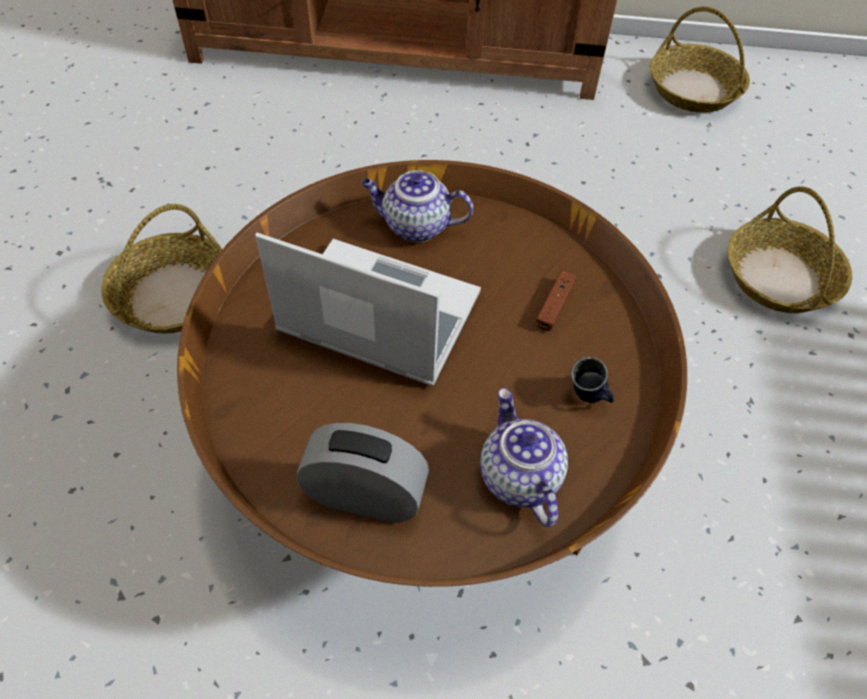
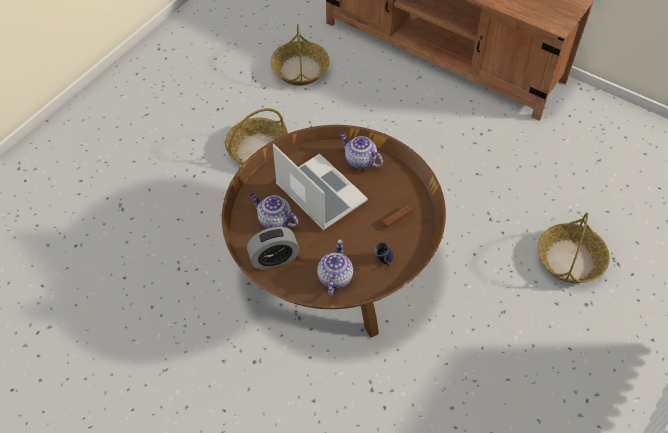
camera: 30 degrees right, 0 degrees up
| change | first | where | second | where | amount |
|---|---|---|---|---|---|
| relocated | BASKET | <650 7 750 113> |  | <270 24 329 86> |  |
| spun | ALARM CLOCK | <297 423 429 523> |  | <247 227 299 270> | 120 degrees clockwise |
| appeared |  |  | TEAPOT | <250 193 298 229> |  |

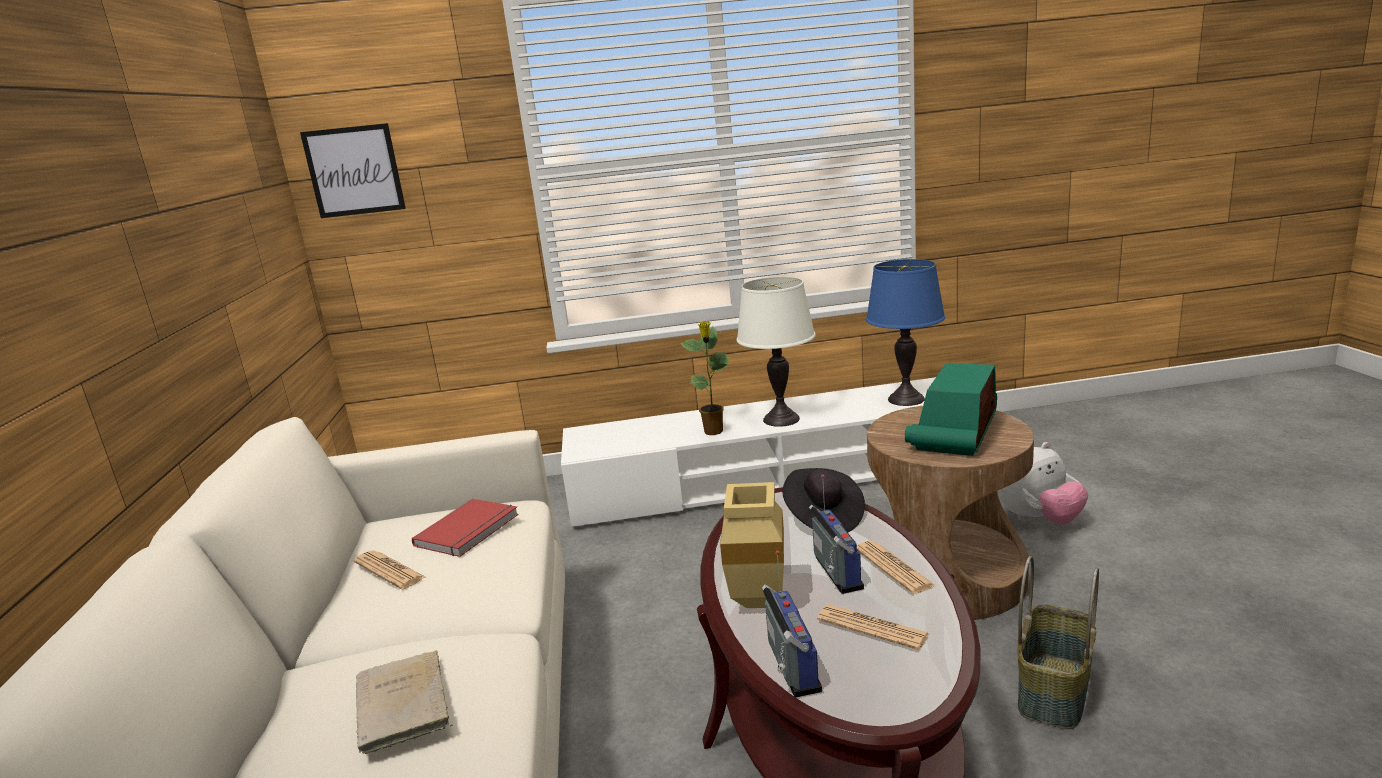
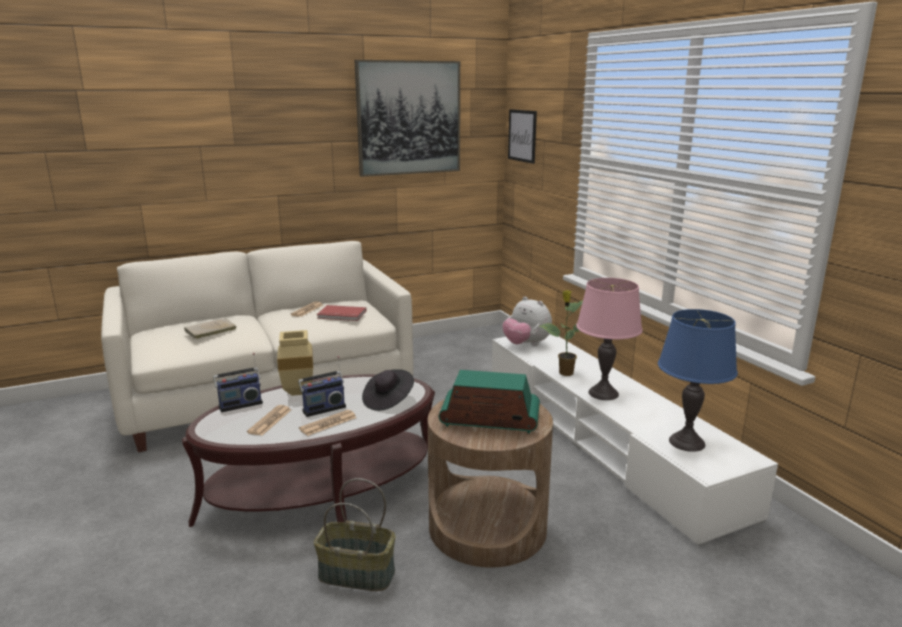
camera: 70 degrees right, 0 degrees up
| change | first | where | second | where | amount |
|---|---|---|---|---|---|
| colour | WHITE TABLE LAMP | <737 277 816 427> | PINK TABLE LAMP | <576 278 643 400> |  |
| relocated | PLUSH TOY | <998 442 1088 525> |  | <503 296 552 346> |  |
| appeared |  |  | PICTURE | <355 60 460 177> |  |

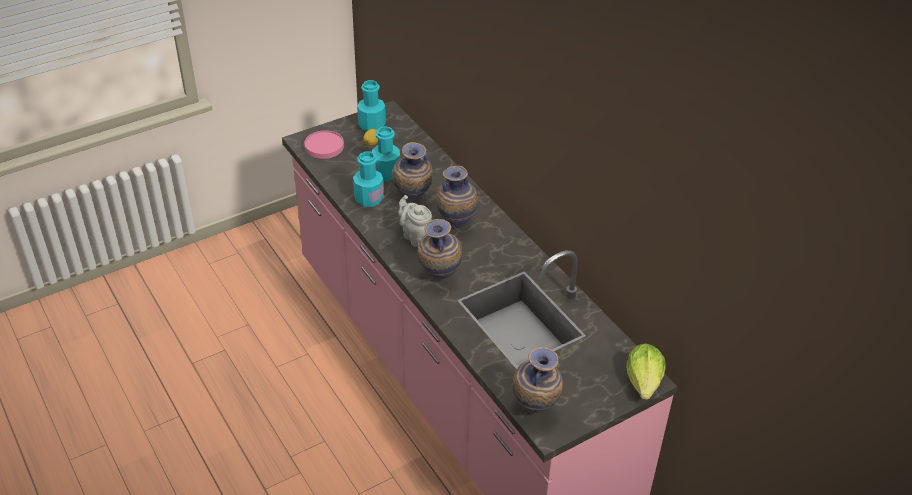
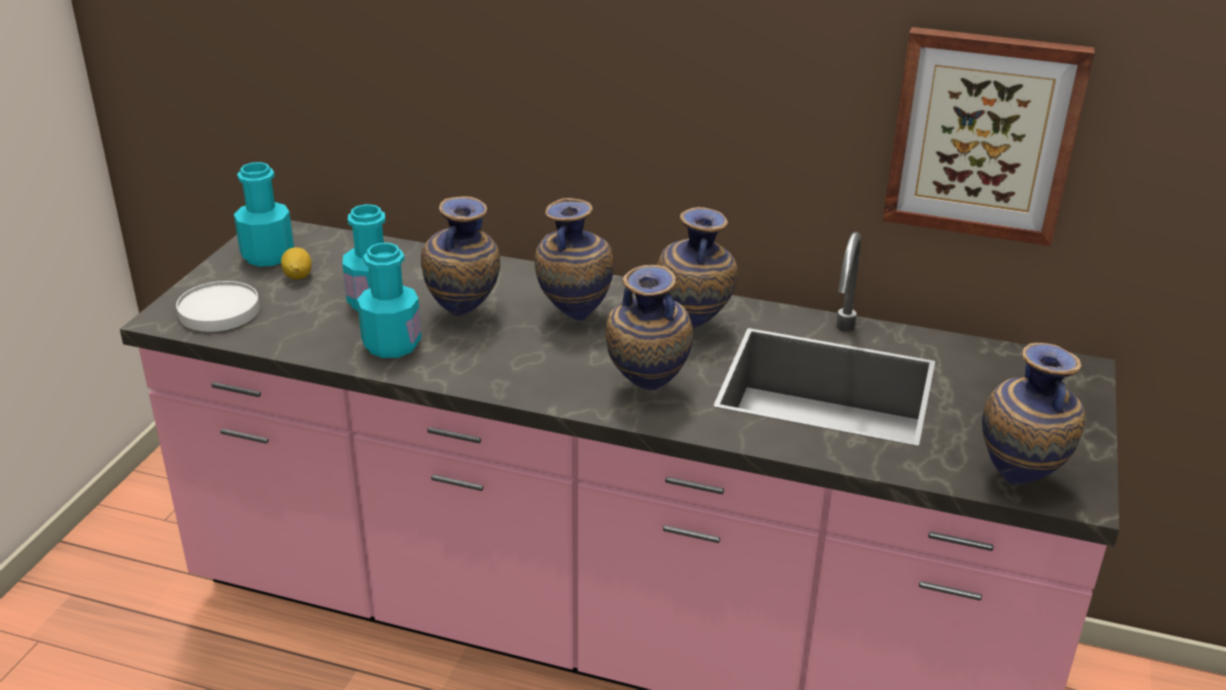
camera: 40 degrees left, 10 degrees down
| change | first | where | second | where | amount |
|---|---|---|---|---|---|
| colour | PINK PLATE | <304 130 344 159> | WHITE PLATE | <176 281 260 332> |  |
| missing | GREY TEAPOT | <399 195 432 247> |  |  |  |
| missing | LETTUCE | <626 343 666 400> |  |  |  |
| appeared |  |  | PICTURE | <883 27 1095 246> |  |
| appeared |  |  | VASE | <657 207 738 328> |  |

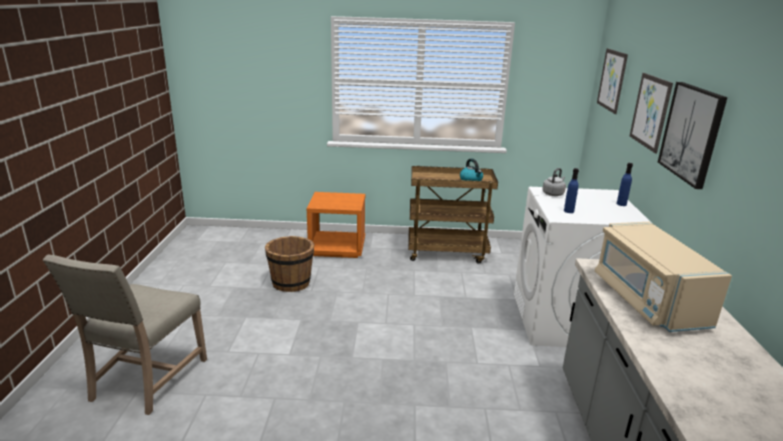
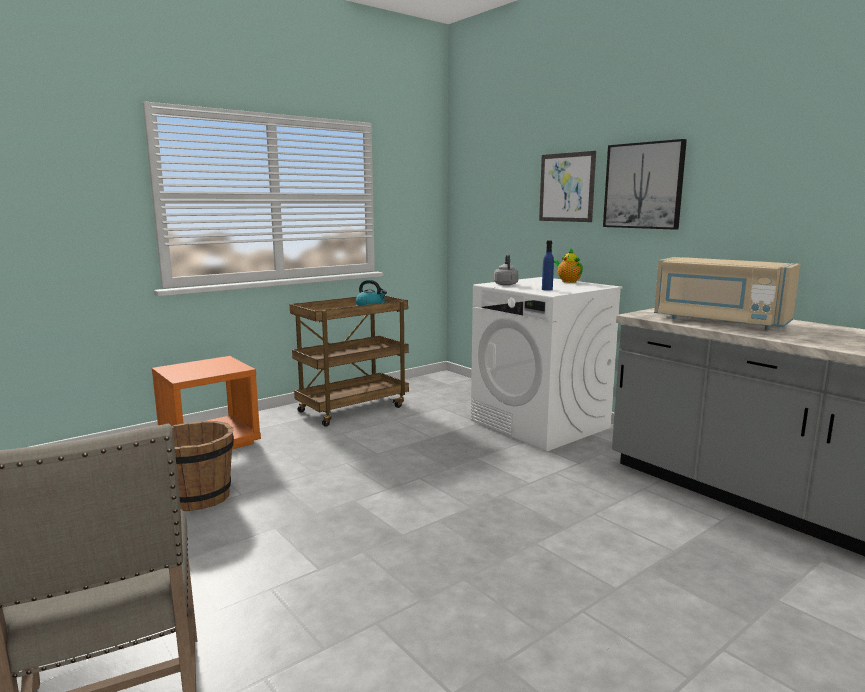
camera: 40 degrees left, 10 degrees down
| change | first | where | second | where | amount |
|---|---|---|---|---|---|
| missing | PICTURE | <597 48 628 114> |  |  |  |
| exchanged | BLUE BOTTLE | <617 163 633 206> | TEAPOT | <554 249 583 283> |  |

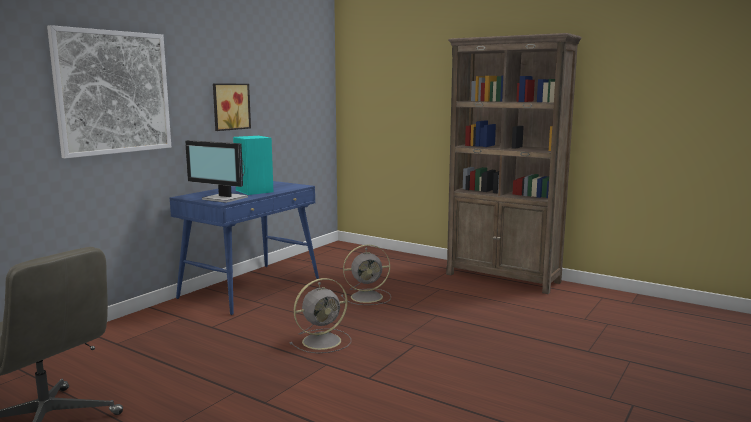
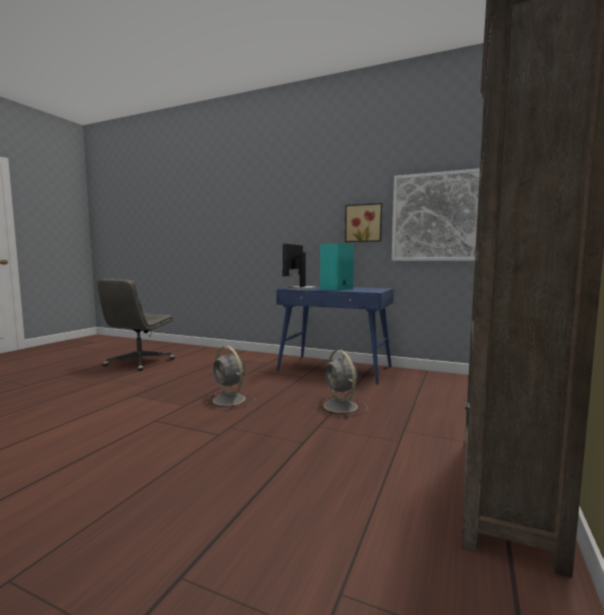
camera: 80 degrees right, 5 degrees down
| change | first | where | second | where | amount |
|---|---|---|---|---|---|
| relocated | PICTURE | <47 25 171 158> |  | <392 168 480 261> |  |

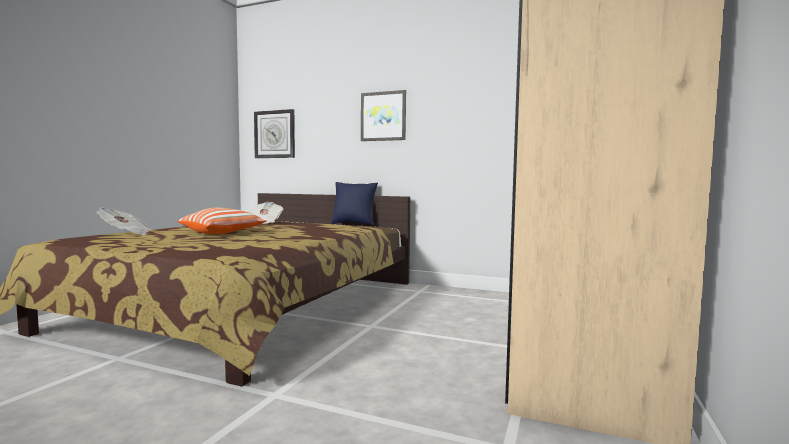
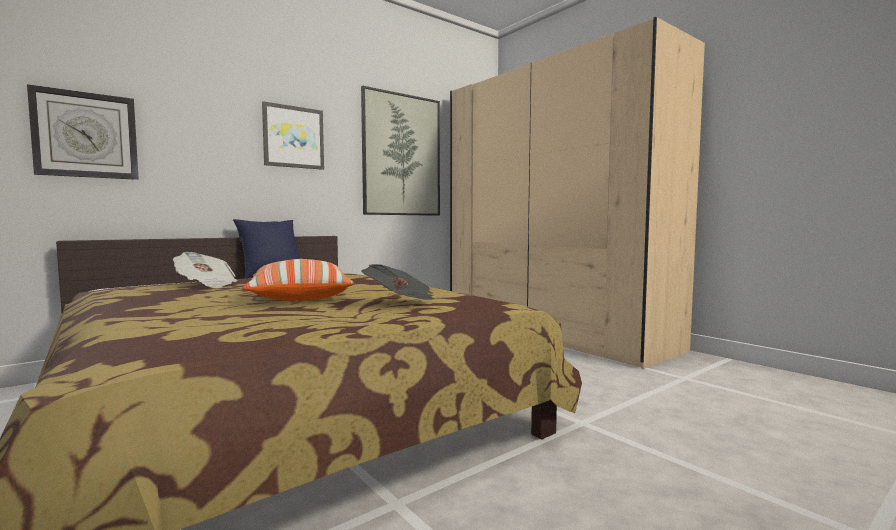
camera: 60 degrees left, 0 degrees up
| change | first | where | second | where | amount |
|---|---|---|---|---|---|
| relocated | NEWSPAPER | <96 207 151 235> |  | <361 264 435 300> |  |
| appeared |  |  | PICTURE | <361 86 440 216> |  |

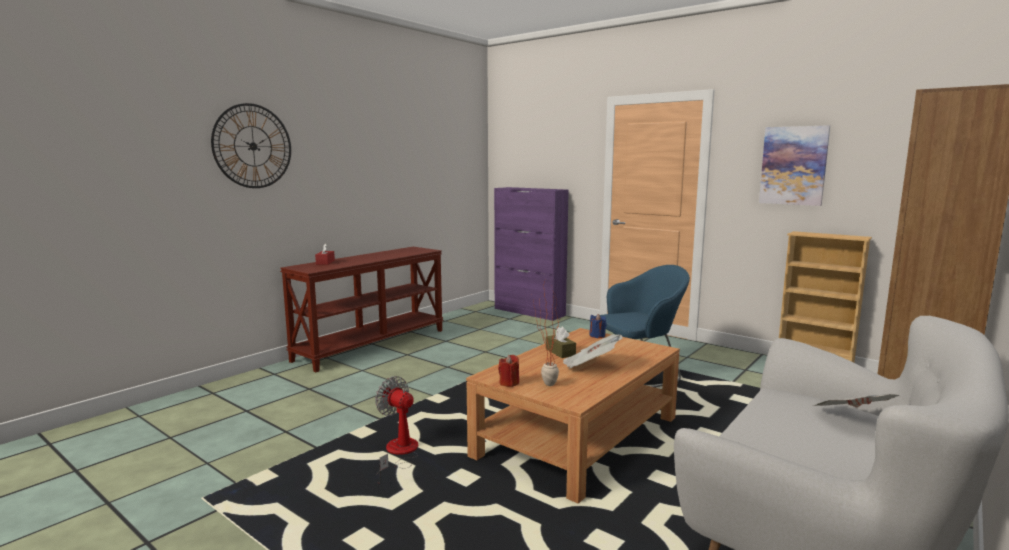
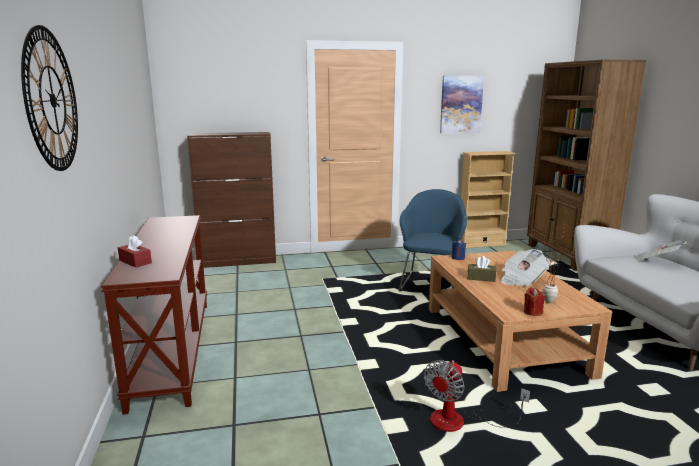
camera: 50 degrees left, 5 degrees up
| change | first | where | second | where | amount |
|---|---|---|---|---|---|
| colour | PURPLE CABINET | <494 187 569 321> | BROWN CABINET | <187 132 276 268> |  |
| spun | FAN | <375 376 418 484> |  | <424 360 530 432> | 45 degrees counterclockwise |

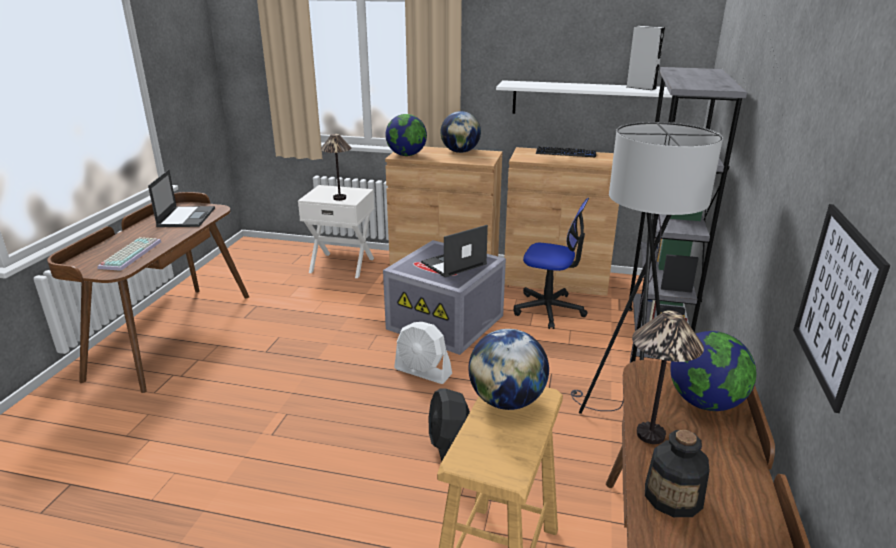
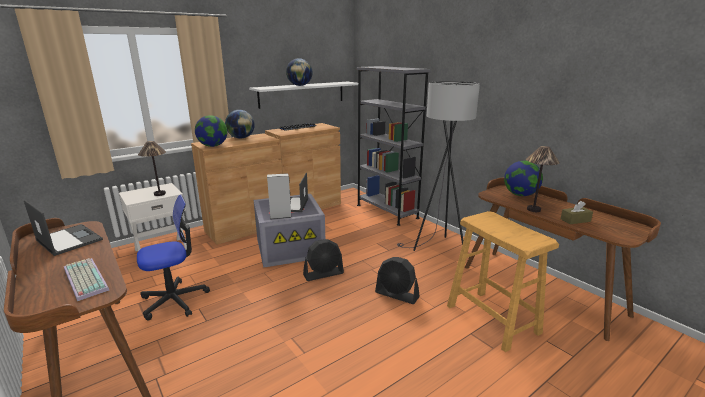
camera: 50 degrees left, 5 degrees down
| change | first | where | second | where | amount |
|---|---|---|---|---|---|
| relocated | GREY SPEAKER | <627 26 665 90> |  | <267 173 291 219> |  |
| relocated | OFFICE CHAIR | <514 198 589 329> |  | <137 194 210 320> |  |
| missing | PICTURE | <793 204 890 413> |  |  |  |
| colour | WHITE FAN | <394 322 452 384> | BLACK FAN | <303 239 344 281> |  |
| relocated | GLOBE | <468 329 549 410> |  | <286 58 313 86> |  |
| exchanged | BOTTLE | <645 430 710 517> | BROWN TISSUE BOX | <561 201 593 224> |  |

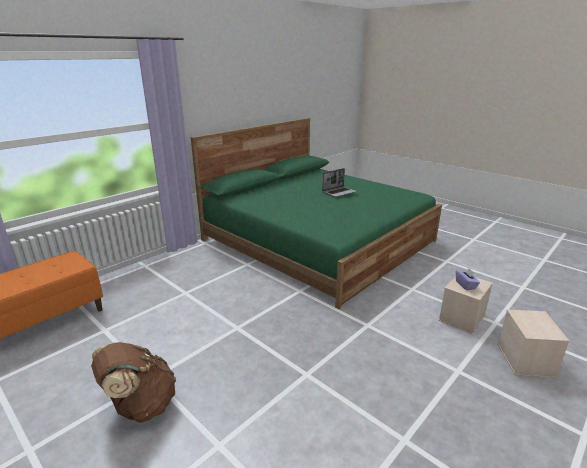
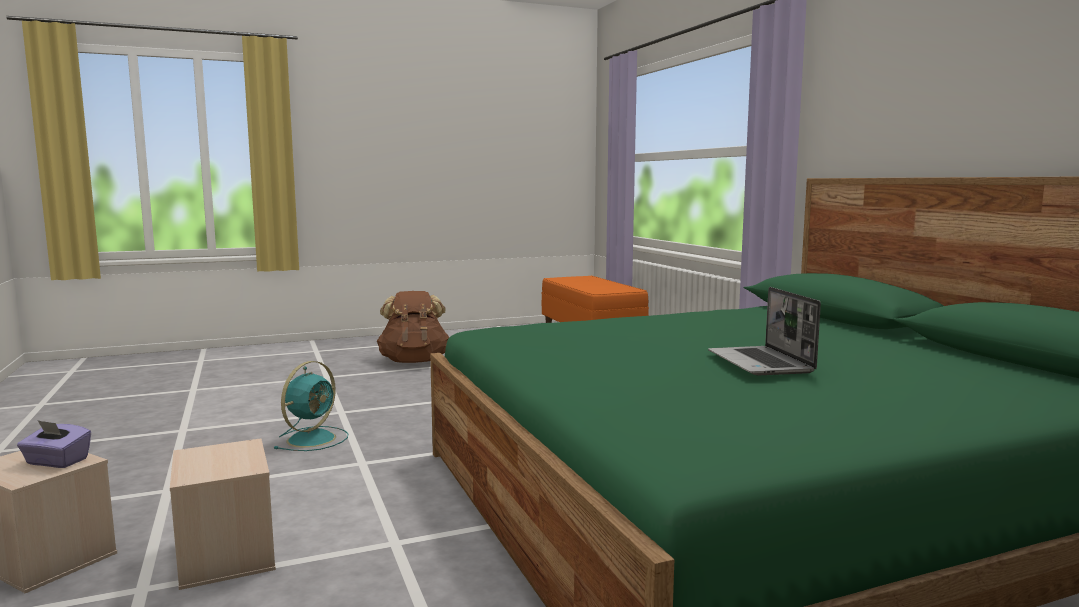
camera: 115 degrees right, 15 degrees down
| change | first | where | second | where | amount |
|---|---|---|---|---|---|
| relocated | PURPLE TISSUE BOX | <456 268 480 290> |  | <17 420 91 468> |  |
| appeared |  |  | TURQUOISE FAN | <273 361 348 451> |  |

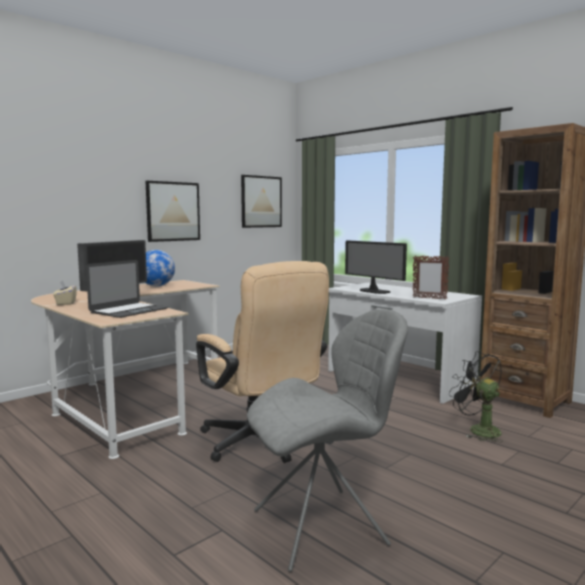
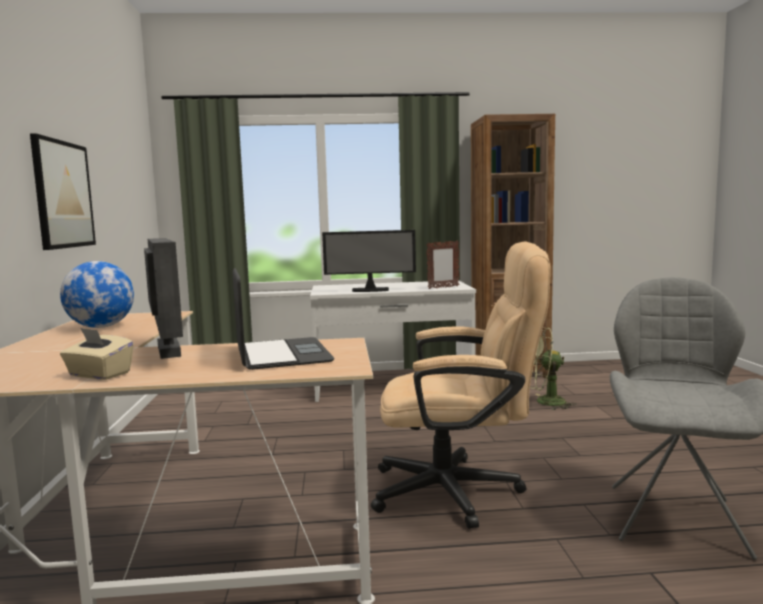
camera: 50 degrees left, 0 degrees up
| change | first | where | second | where | amount |
|---|---|---|---|---|---|
| missing | PICTURE | <241 175 282 228> |  |  |  |
| colour | BLACK FAN | <449 351 503 442> | GREEN FAN | <531 328 577 410> |  |

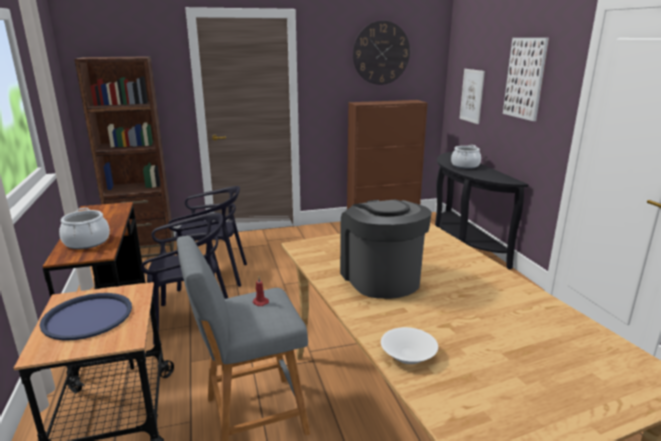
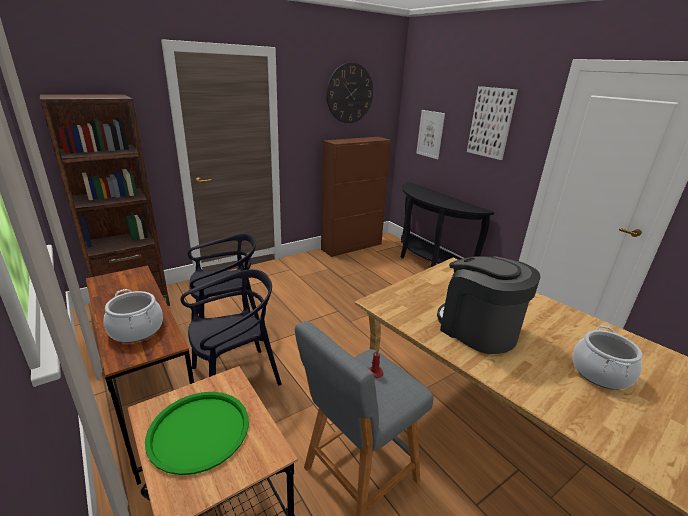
camera: 20 degrees left, 5 degrees up
| change | first | where | second | where | amount |
|---|---|---|---|---|---|
| relocated | COOKING POT | <451 145 481 169> |  | <573 325 642 390> |  |
| colour | BLUE TRAY | <39 293 132 340> | GREEN TRAY | <145 392 249 475> |  |
| missing | WHITE BOWL | <381 327 438 364> |  |  |  |

